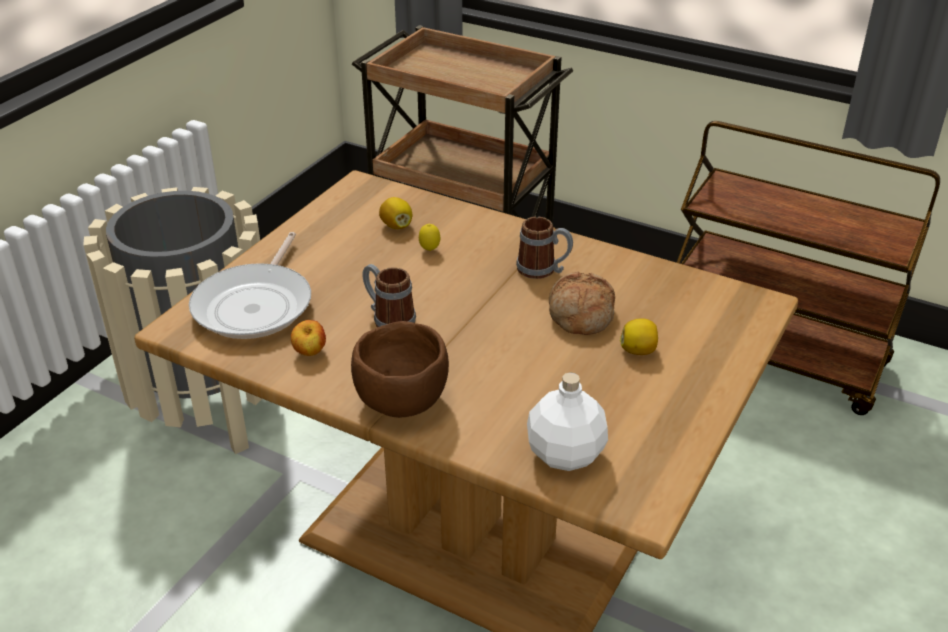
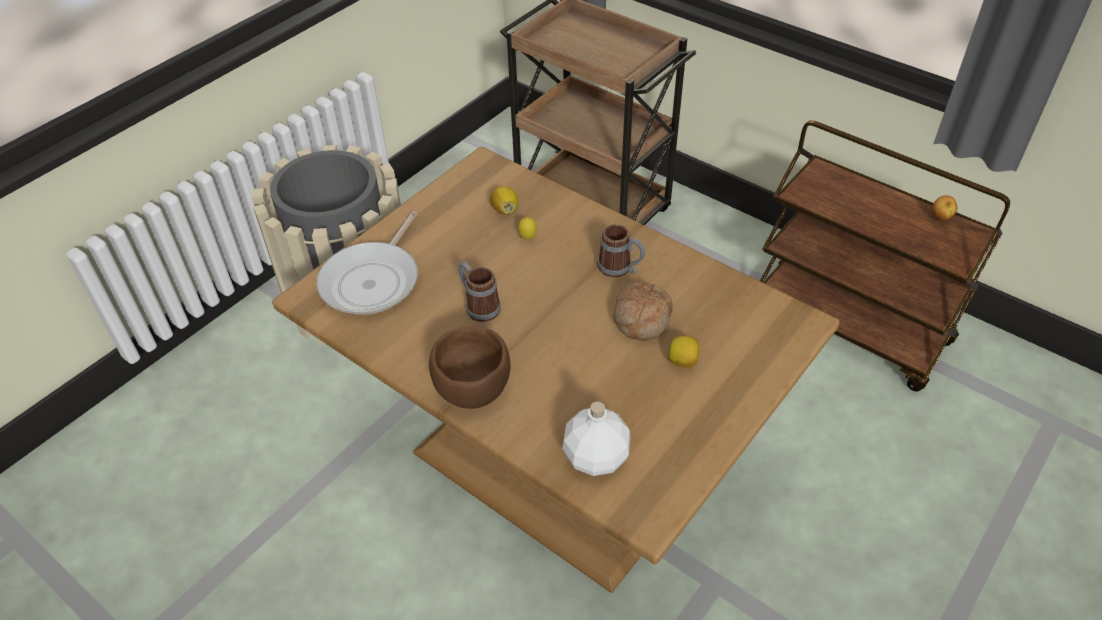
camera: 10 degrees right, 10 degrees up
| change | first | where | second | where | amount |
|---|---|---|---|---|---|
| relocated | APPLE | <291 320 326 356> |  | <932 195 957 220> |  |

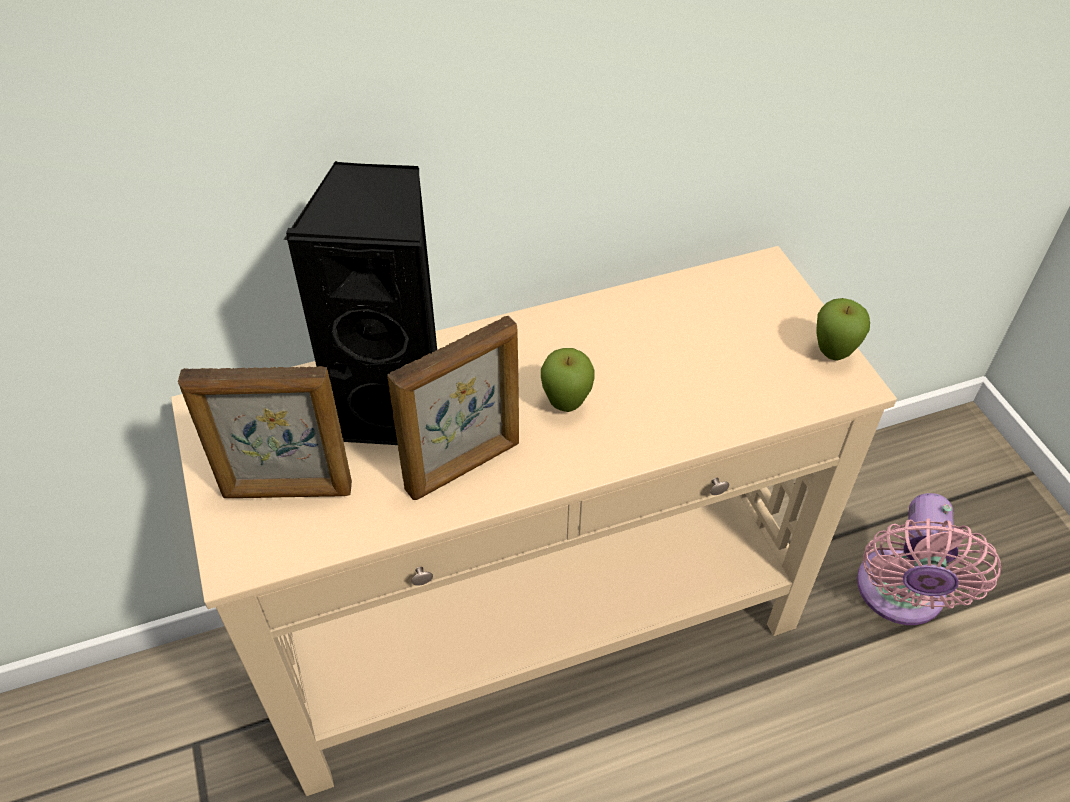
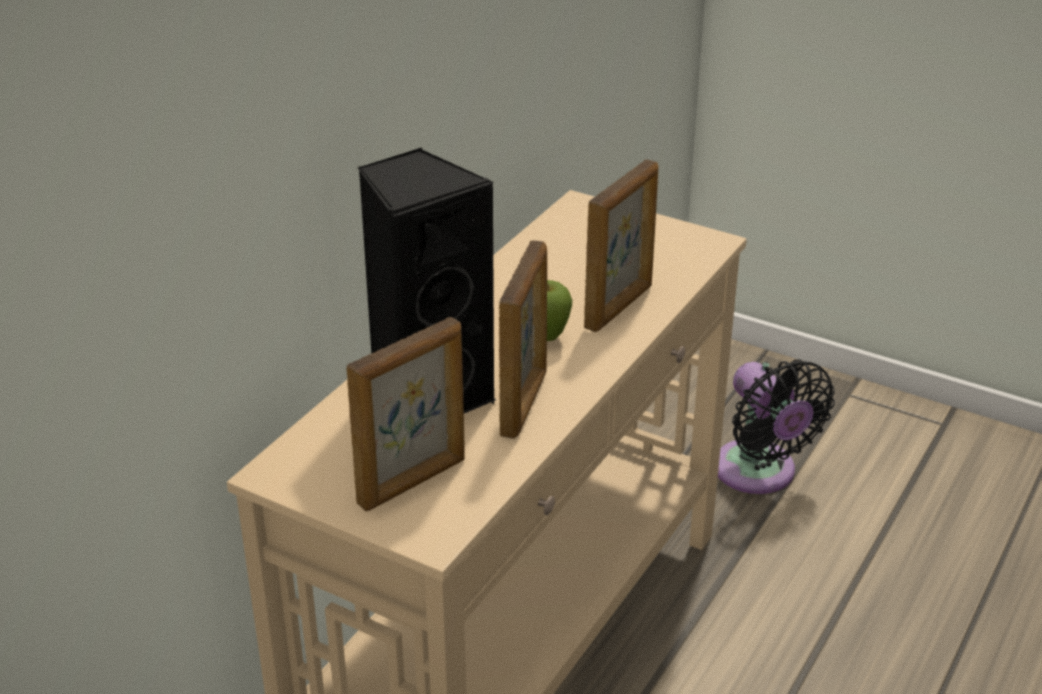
camera: 40 degrees left, 15 degrees down
| change | first | where | second | where | amount |
|---|---|---|---|---|---|
| missing | APPLE | <816 298 870 360> |  |  |  |
| colour | PINK FAN | <857 493 1001 625> | BLACK FAN | <718 360 835 494> |  |
| appeared |  |  | PICTURE FRAME | <584 159 658 332> |  |

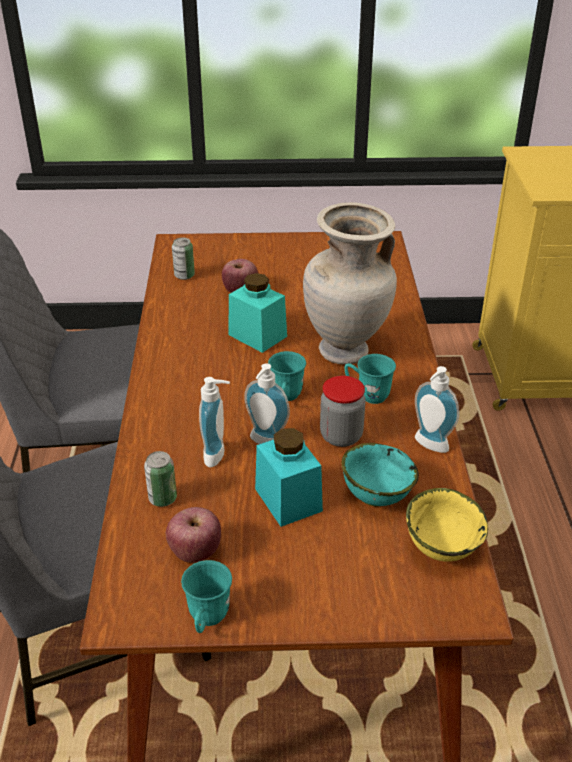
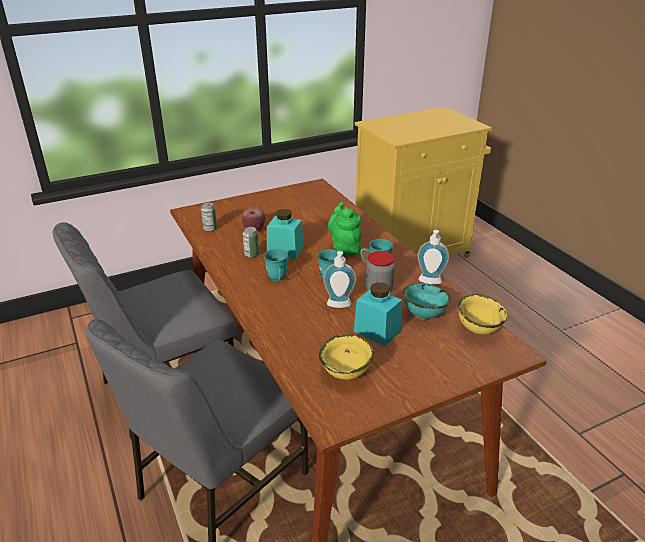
camera: 25 degrees left, 5 degrees down
| change | first | where | second | where | amount |
|---|---|---|---|---|---|
| exchanged | BEIGE VASE | <303 202 397 365> | GREEN TEAPOT | <328 202 362 256> |  |
| missing | SOAP DISPENSER | <199 377 230 467> |  |  |  |
| relocated | CAN | <144 451 177 507> |  | <243 227 259 258> |  |
| exchanged | APPLE | <166 507 221 563> | YELLOW BOWL | <319 334 374 380> |  |
| relocated | TURQUOISE MUG | <181 560 232 633> |  | <264 249 288 281> |  |

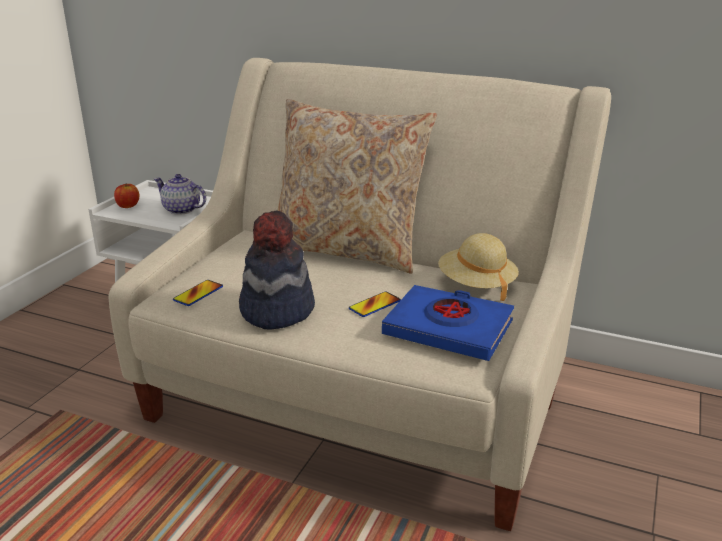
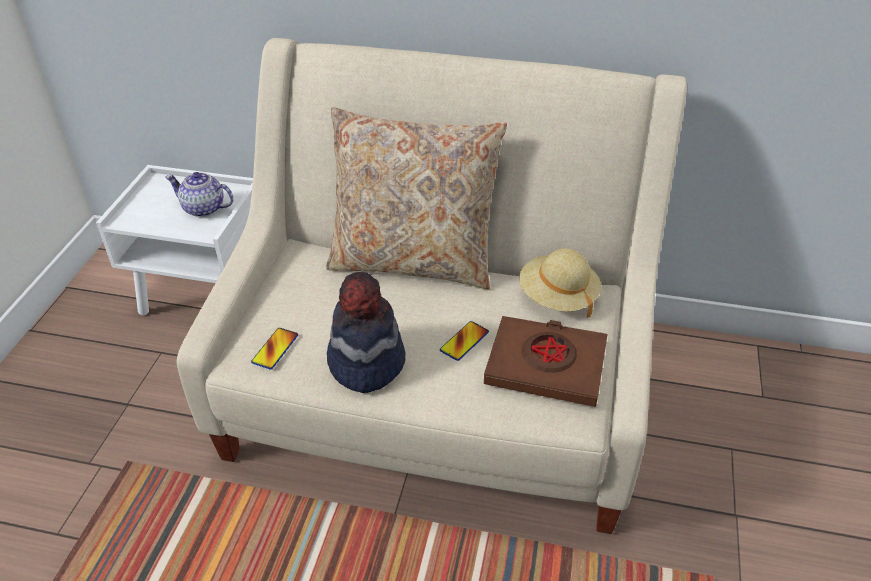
camera: 10 degrees left, 15 degrees up
| change | first | where | second | where | amount |
|---|---|---|---|---|---|
| missing | APPLE | <114 183 139 208> |  |  |  |
| colour | BLUE BOOK | <382 285 514 361> | BROWN BOOK | <484 316 608 407> |  |

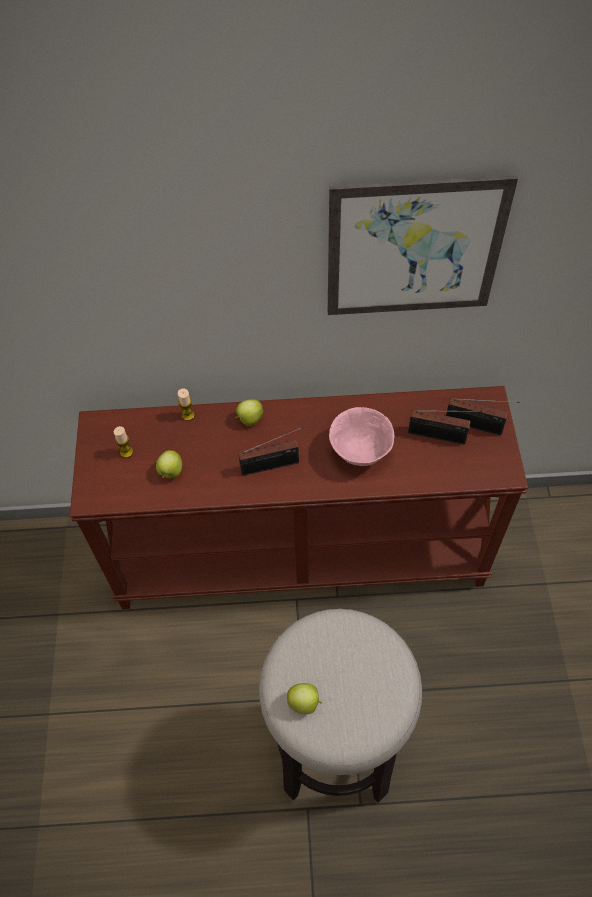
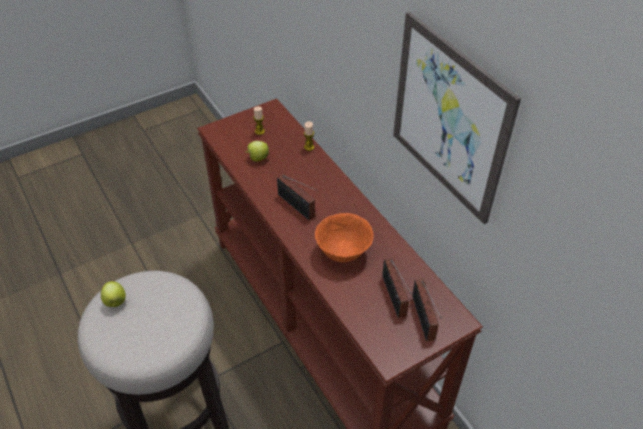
camera: 60 degrees right, 10 degrees down
| change | first | where | second | where | amount |
|---|---|---|---|---|---|
| missing | APPLE | <235 399 264 426> |  |  |  |
| colour | PINK BOWL | <329 407 394 466> | ORANGE BOWL | <315 213 374 262> |  |

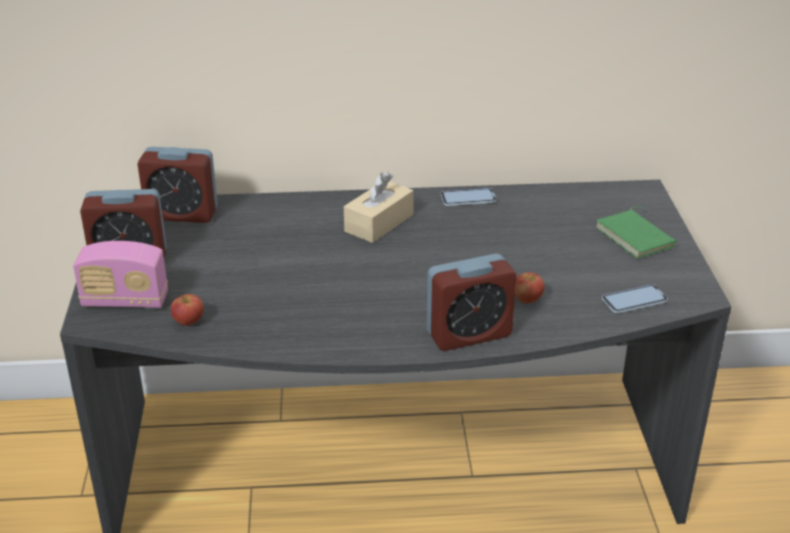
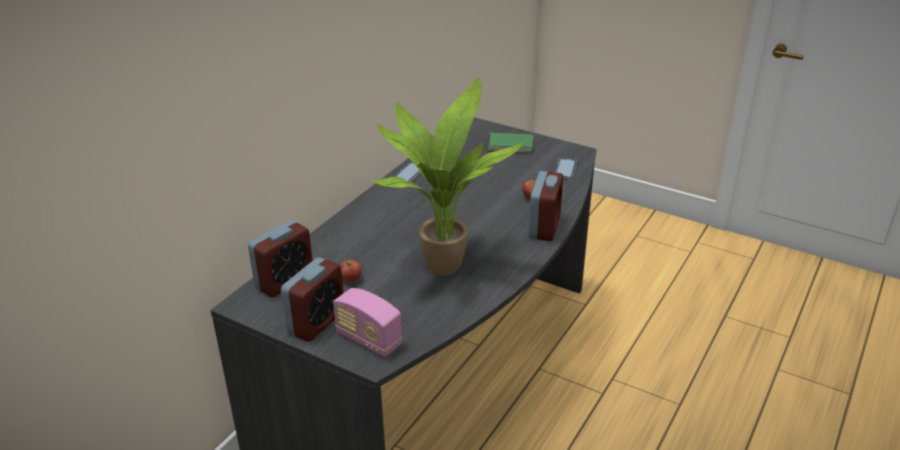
camera: 55 degrees left, 0 degrees up
| change | first | where | second | where | amount |
|---|---|---|---|---|---|
| missing | BEIGE TISSUE BOX | <344 172 413 243> |  |  |  |
| spun | RADIO | <73 241 168 308> |  | <333 288 402 357> | 90 degrees clockwise |
| relocated | APPLE | <171 294 204 326> |  | <340 259 362 283> |  |
| appeared |  |  | POTTED PLANT | <373 78 523 276> |  |

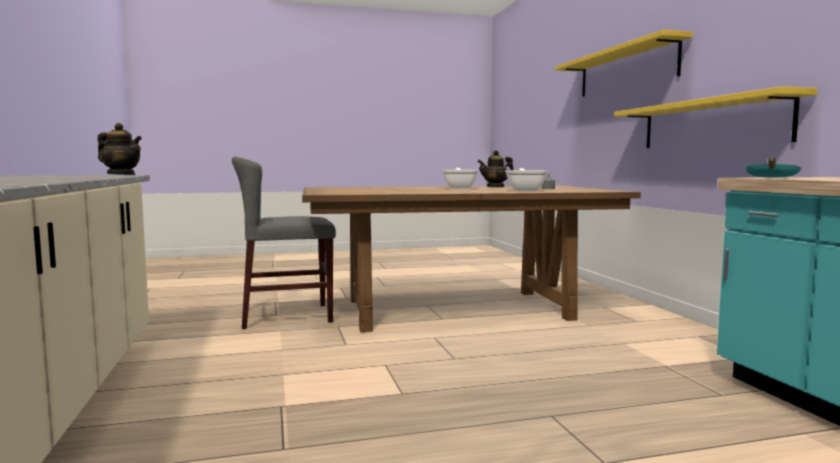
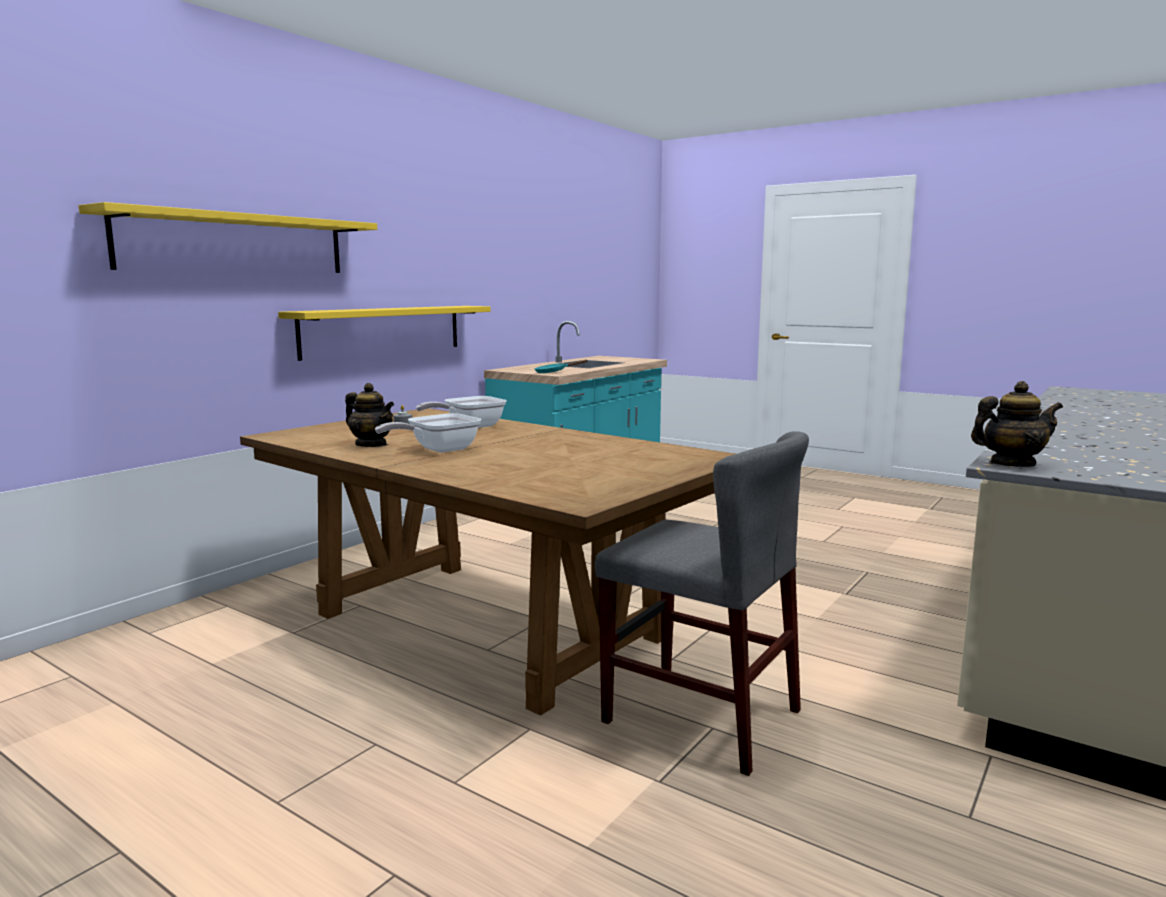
camera: 130 degrees left, 5 degrees up
| change | first | where | second | where | amount |
|---|---|---|---|---|---|
| spun | TEAPOT | <98 123 142 175> |  | <971 381 1063 467> | 105 degrees clockwise |

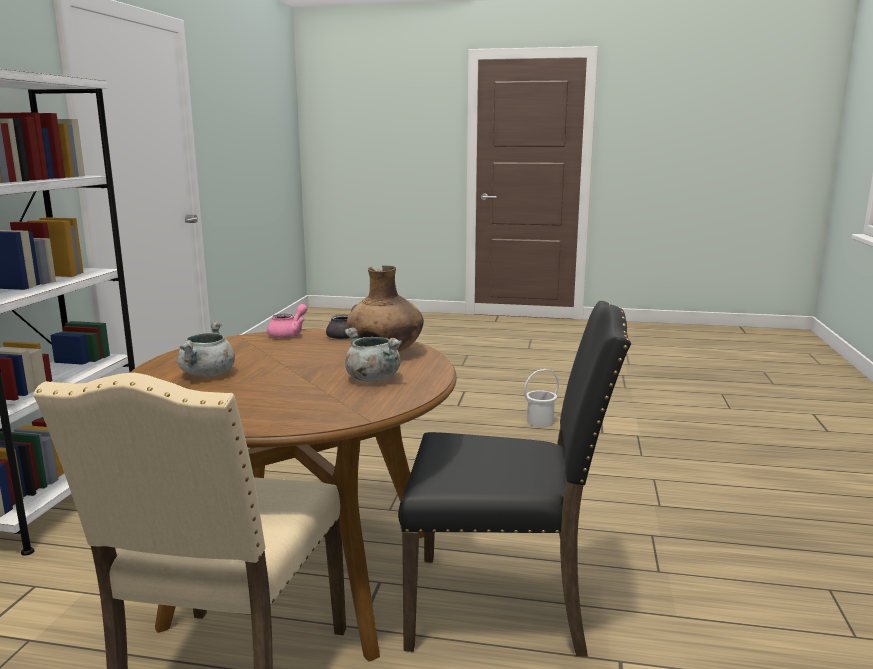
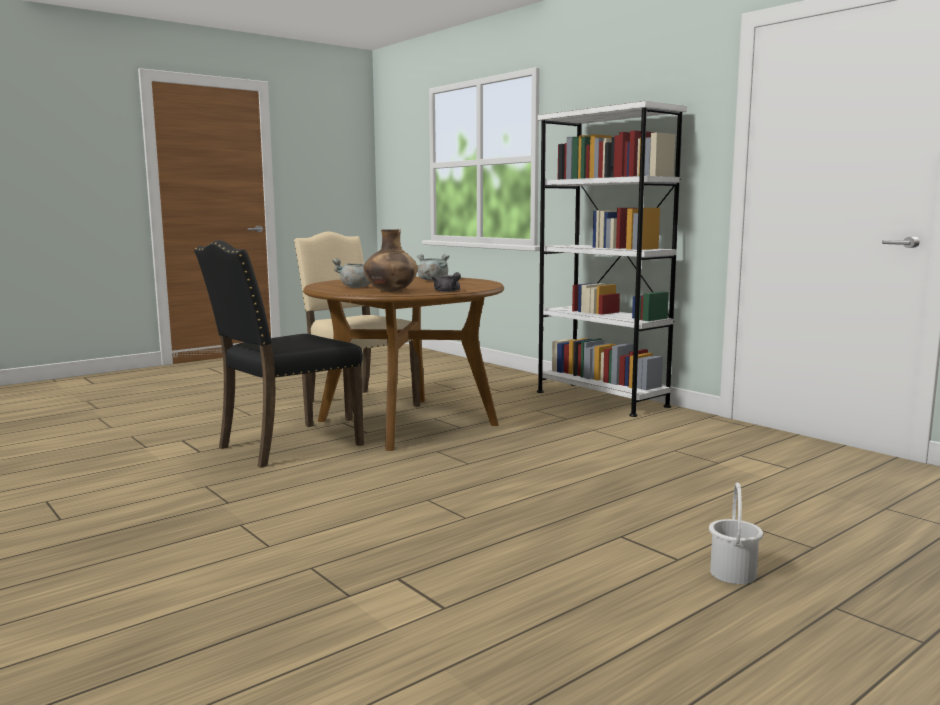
camera: 130 degrees right, 5 degrees down
| change | first | where | second | where | amount |
|---|---|---|---|---|---|
| missing | PINK TEAPOT | <267 304 307 338> |  |  |  |
| relocated | WHITE BUCKET | <524 369 559 427> |  | <709 483 763 584> |  |

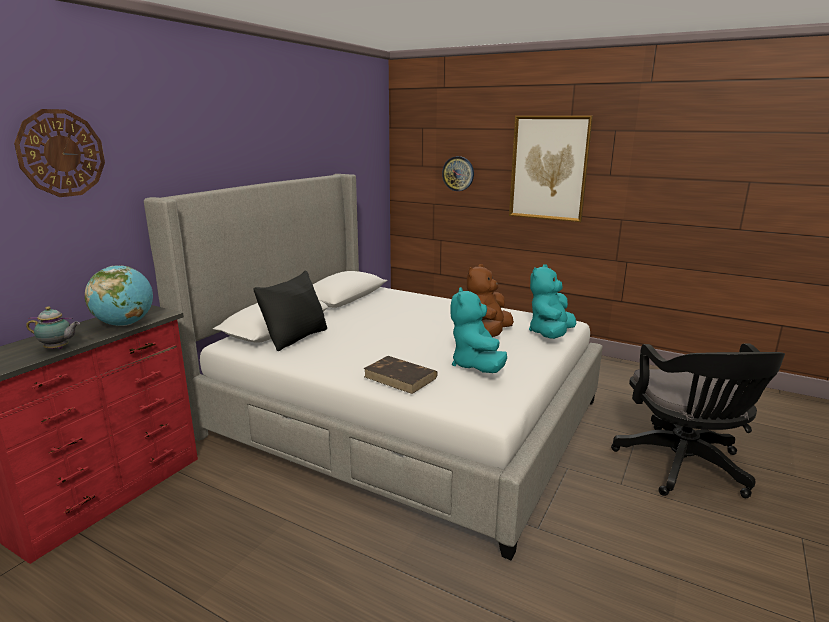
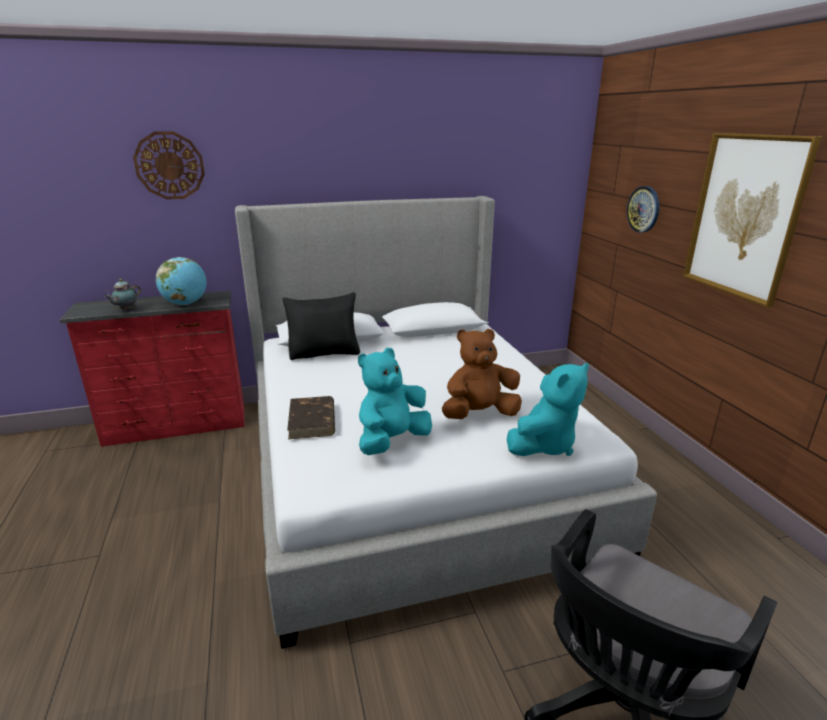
camera: 45 degrees right, 5 degrees up
| change | first | where | second | where | amount |
|---|---|---|---|---|---|
| spun | TURQUOISE PLUSH TOY | <529 264 576 339> |  | <507 363 589 456> | 150 degrees clockwise |
| spun | TEAPOT | <26 306 80 349> |  | <104 279 141 311> | 75 degrees clockwise |

